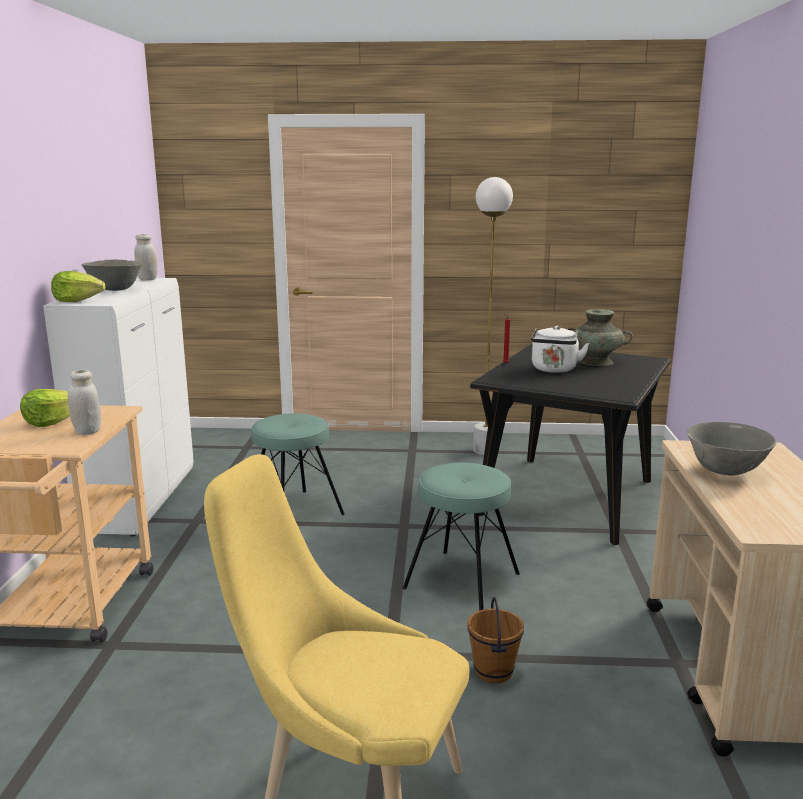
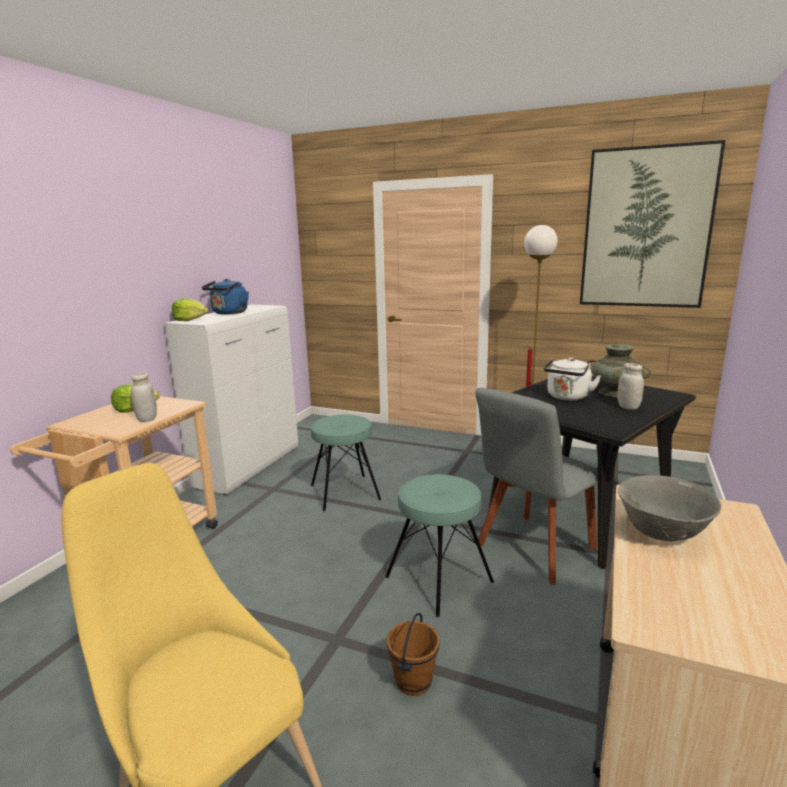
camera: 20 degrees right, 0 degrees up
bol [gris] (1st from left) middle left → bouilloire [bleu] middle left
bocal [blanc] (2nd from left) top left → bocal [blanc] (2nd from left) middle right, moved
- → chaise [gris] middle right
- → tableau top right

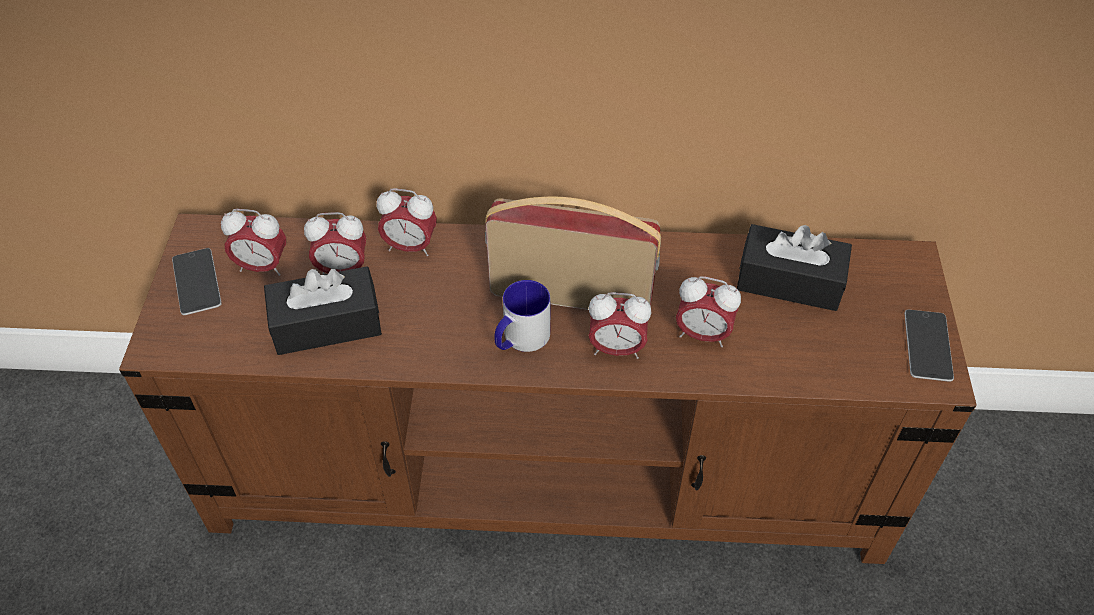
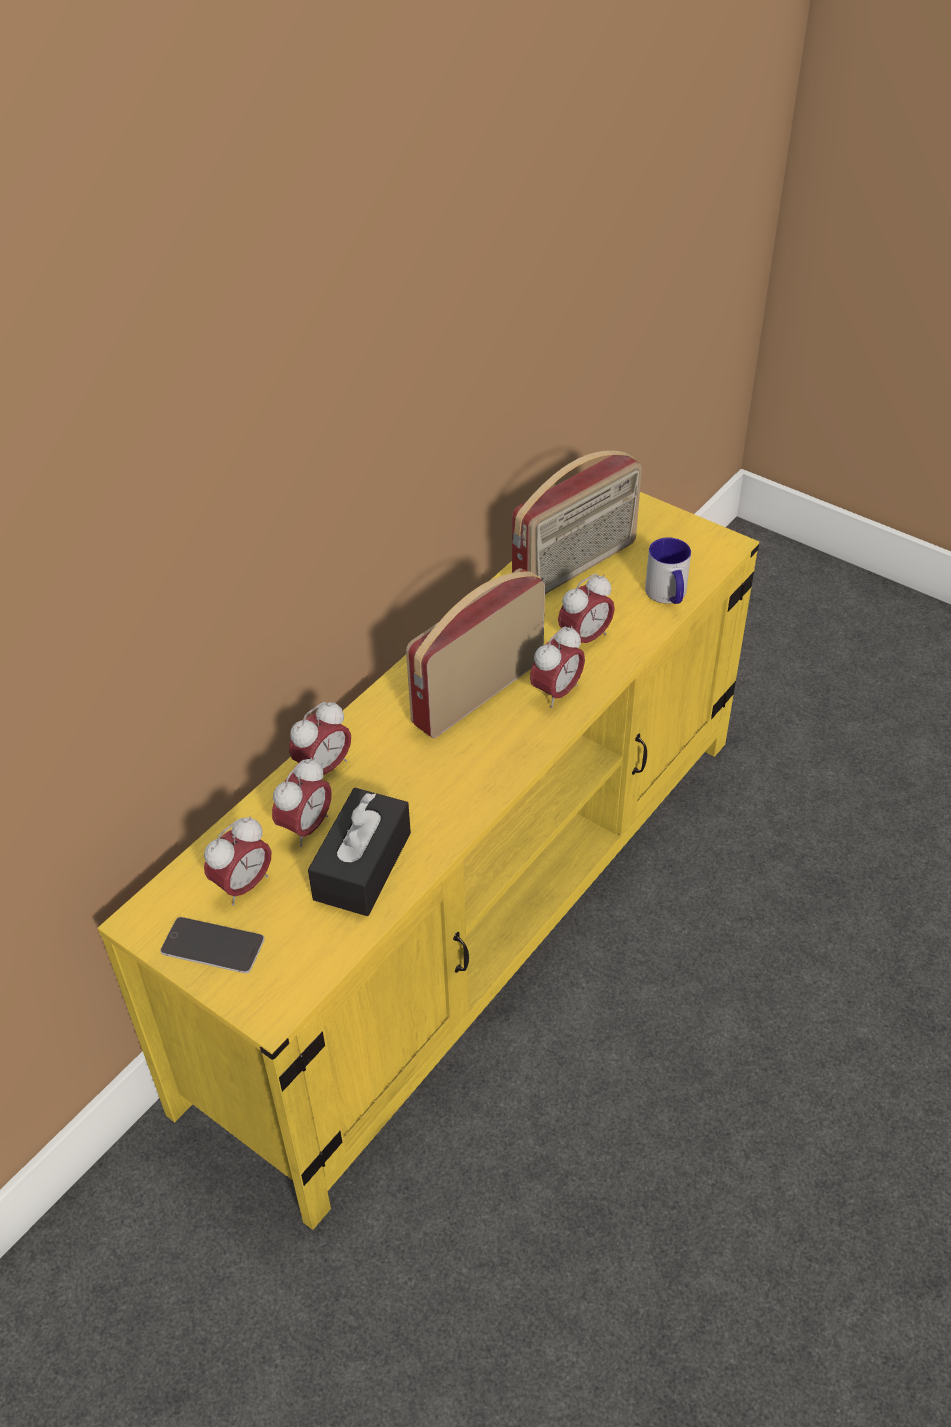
camera: 55 degrees left, 5 degrees down
meuble télé [marron] centre → meuble télé [jaune] centre
mug centre → mug middle right, moved
boîte à mouchoirs [noir] (2nd from left) middle right → radio (2nd from left) centre
téléphone (2nd from left) middle right → -

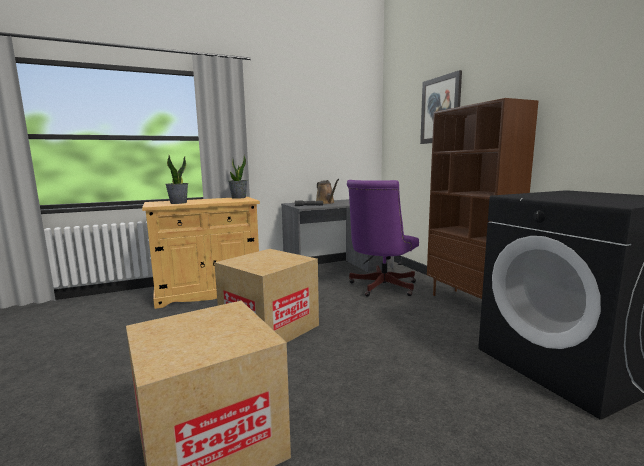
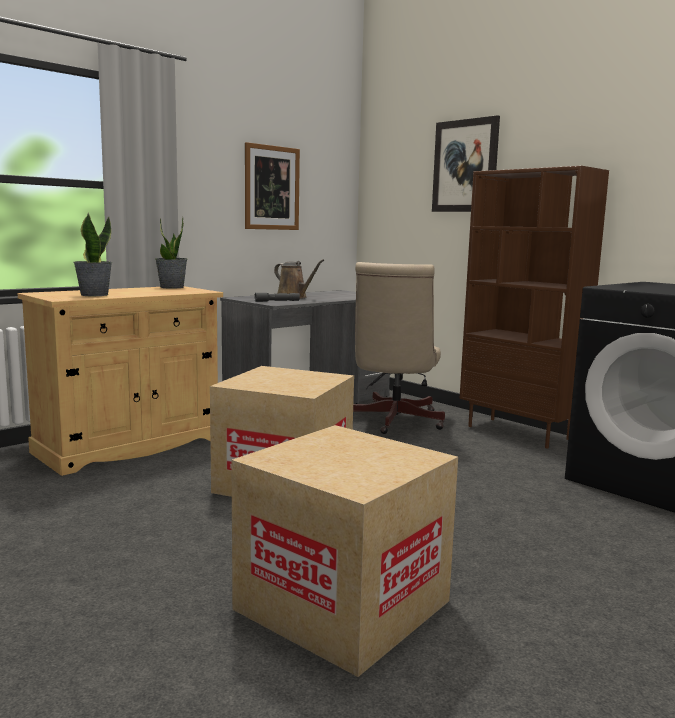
camera: 20 degrees left, 0 degrees up
chaise de bureau [violet] centre → chaise de bureau [beige] centre
- → tableau (1st from left) top centre

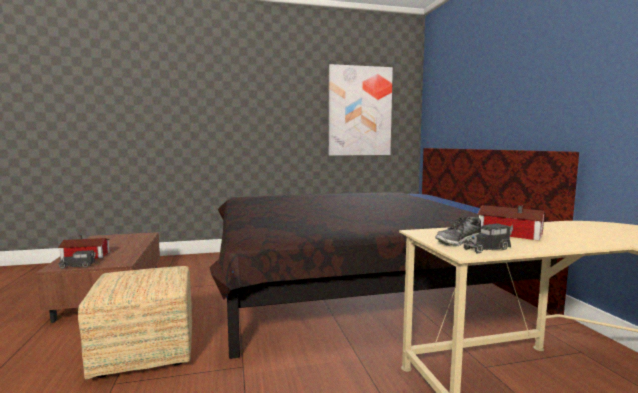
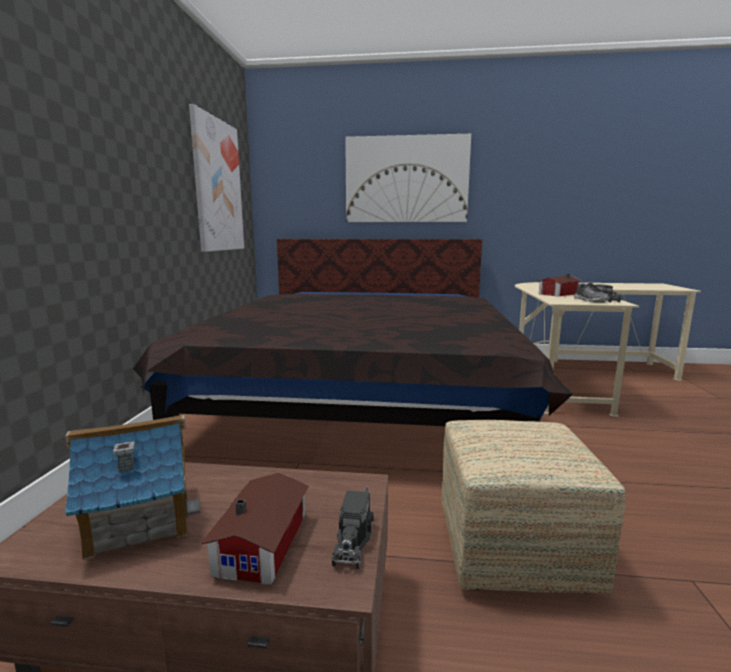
camera: 70 degrees left, 5 degrees up
- → maison miniature (1st from left) bottom left
- → tableau (2nd from left) top centre

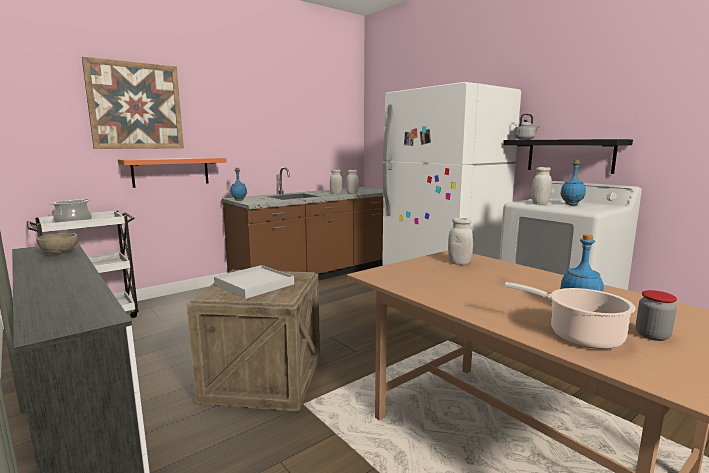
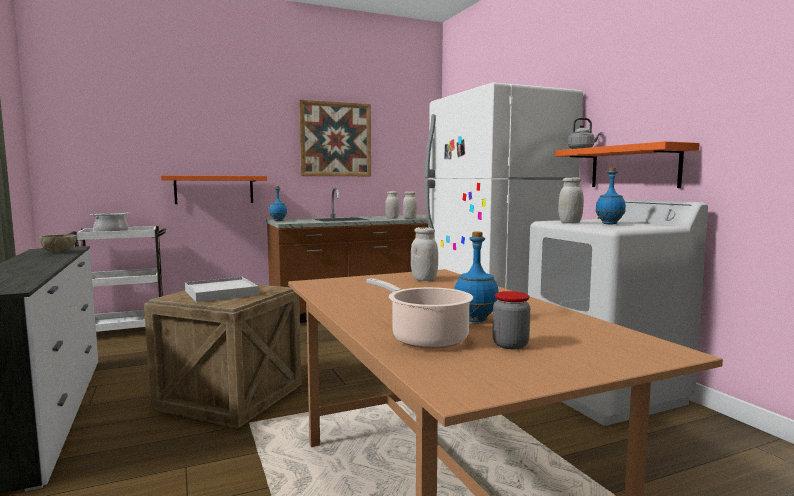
camera: 15 degrees right, 5 degrees down
tableau top left → tableau top centre, moved
étagère [noir] top right → étagère [orange] (2nd from left) top right

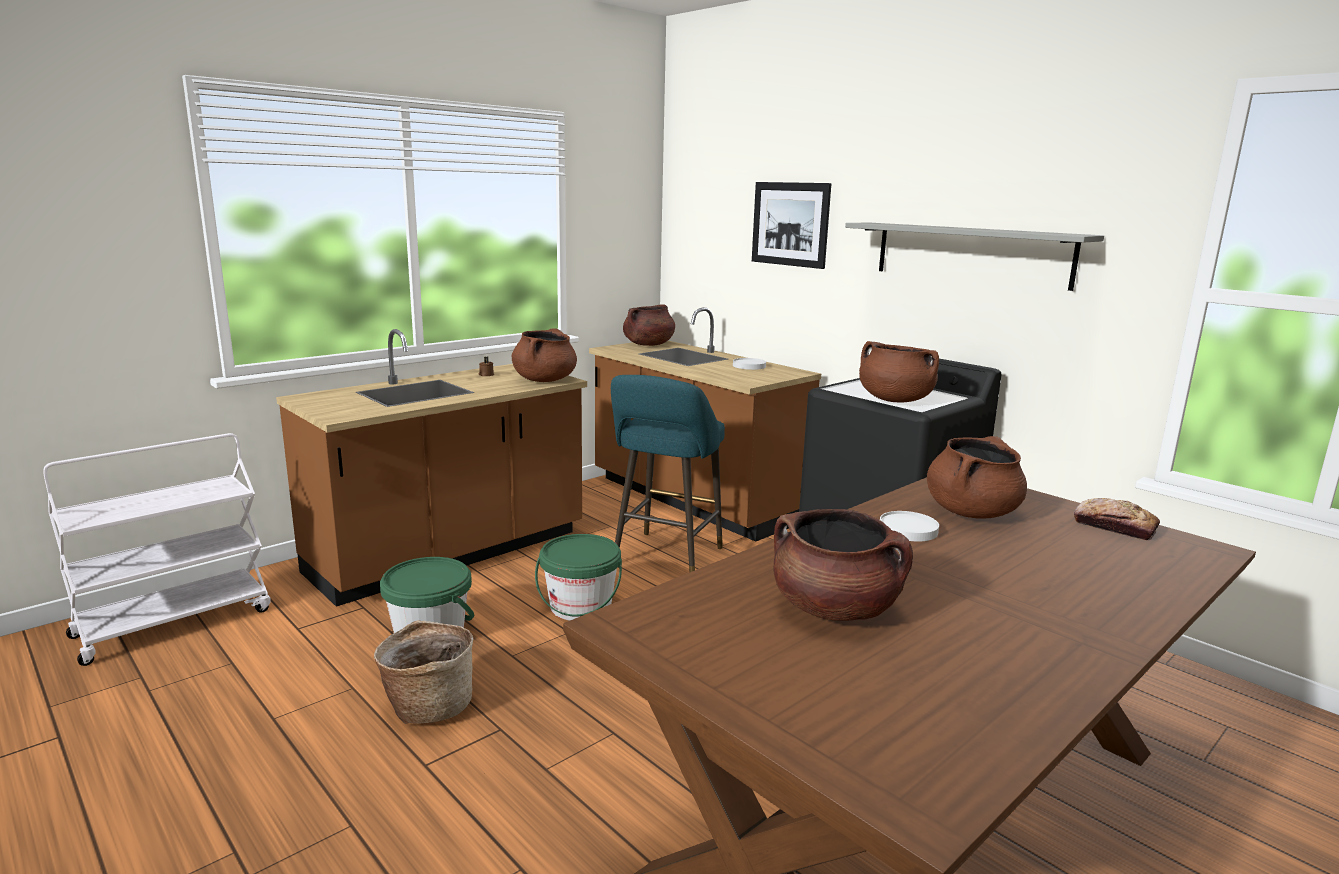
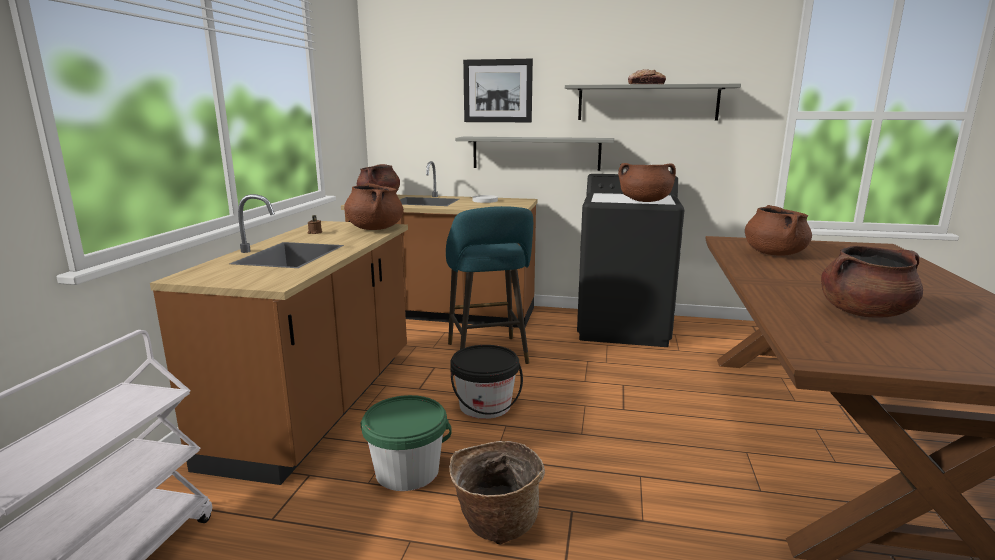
camera: 35 degrees left, 0 degrees up
seau [vert] (2nd from left) centre → seau [noir] bottom centre
assiette [blanc] (2nd from left) middle right → -
pain middle right → pain top centre, moved
- → étagère [gris] (1st from left) top centre

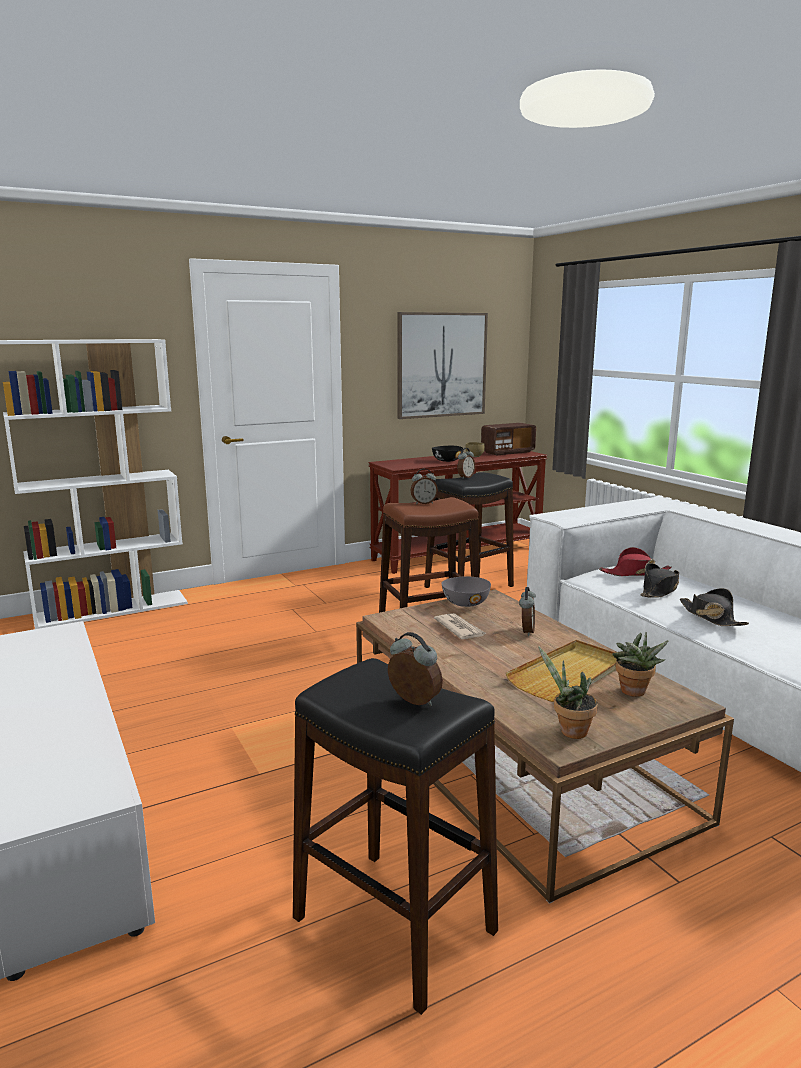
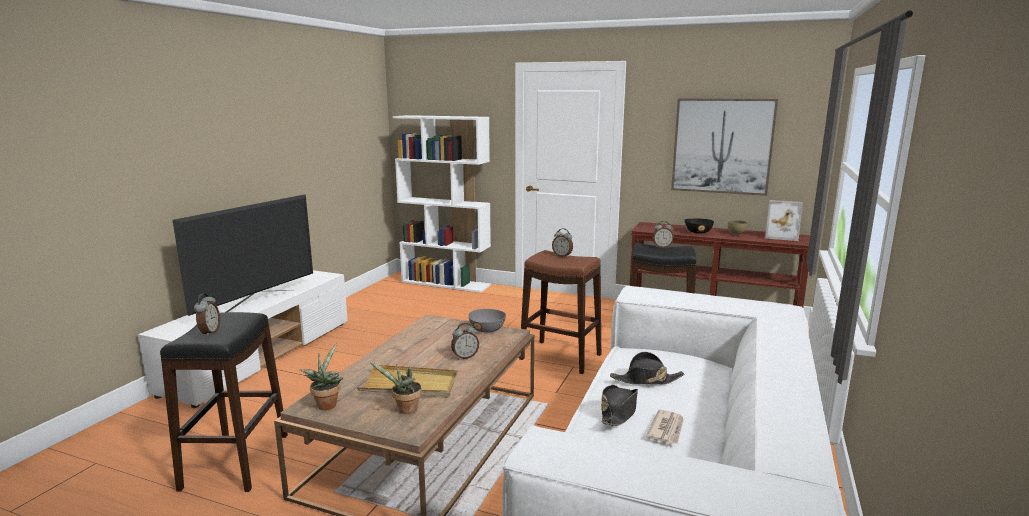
camera: 50 degrees right, 0 degrees up
journal centre → journal bottom centre, moved
radio centre → cadre photo middle right
chapeau [rouge] middle right → -
- → téléviseur middle left

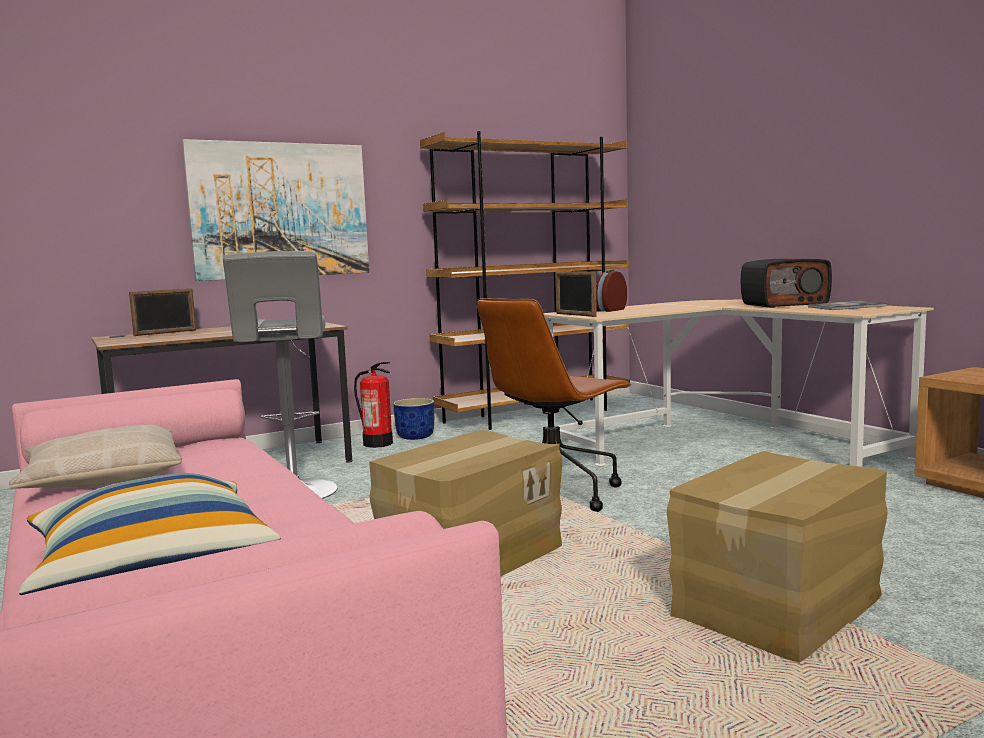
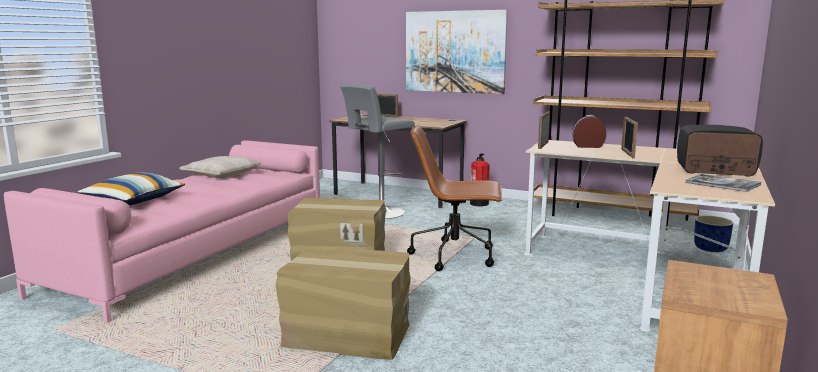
camera: 55 degrees right, 5 degrees up
cache-pot [bleu] centre → cache-pot [bleu] middle right, moved
radio middle right, 150 degrees clockwise
- → cadre photo (3rd from left) middle right

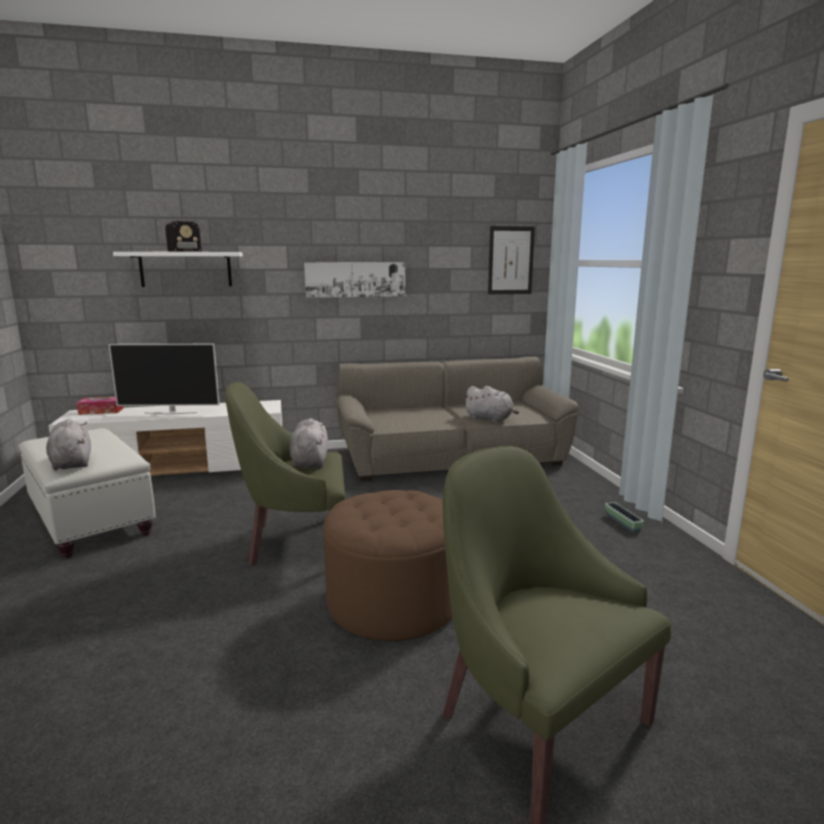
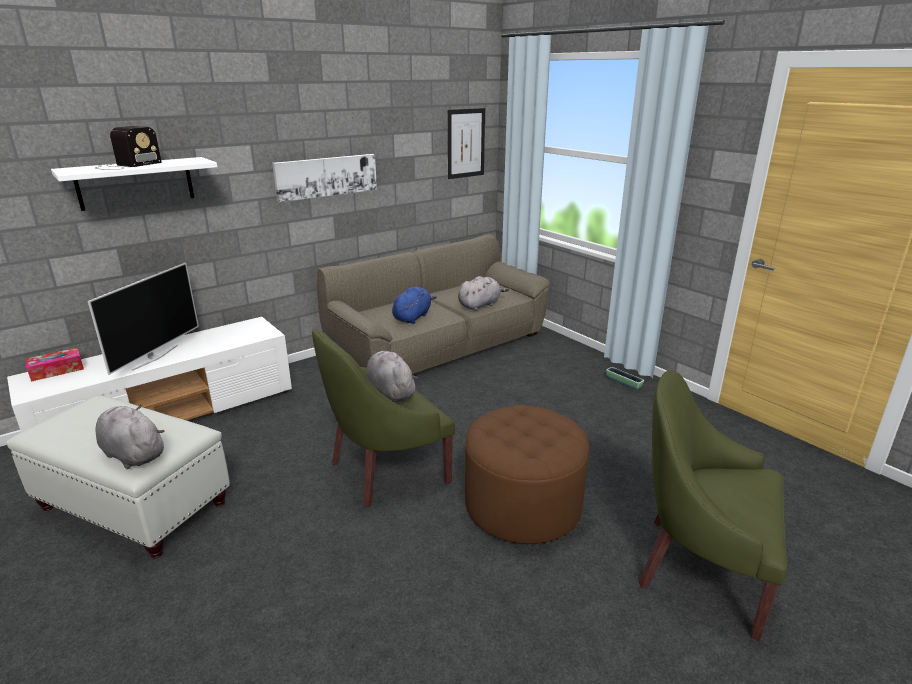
camera: 25 degrees left, 10 degrees up
téléviseur middle left, 45 degrees counterclockwise
peluche [gris] (3rd from left) centre, 45 degrees counterclockwise
- → peluche [bleu] centre

